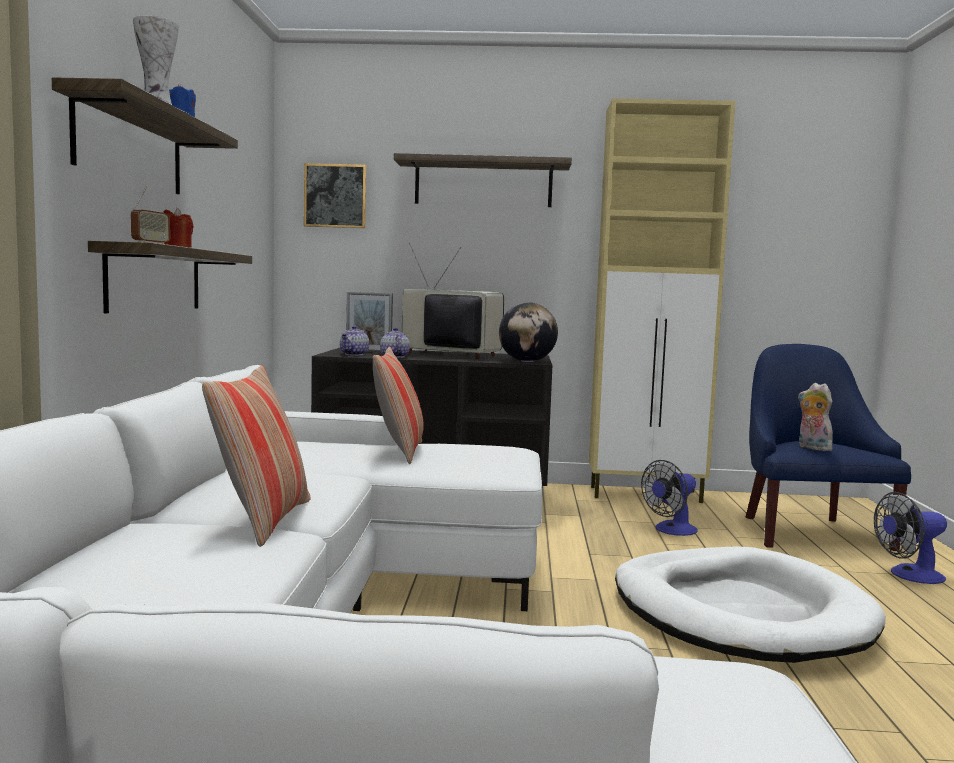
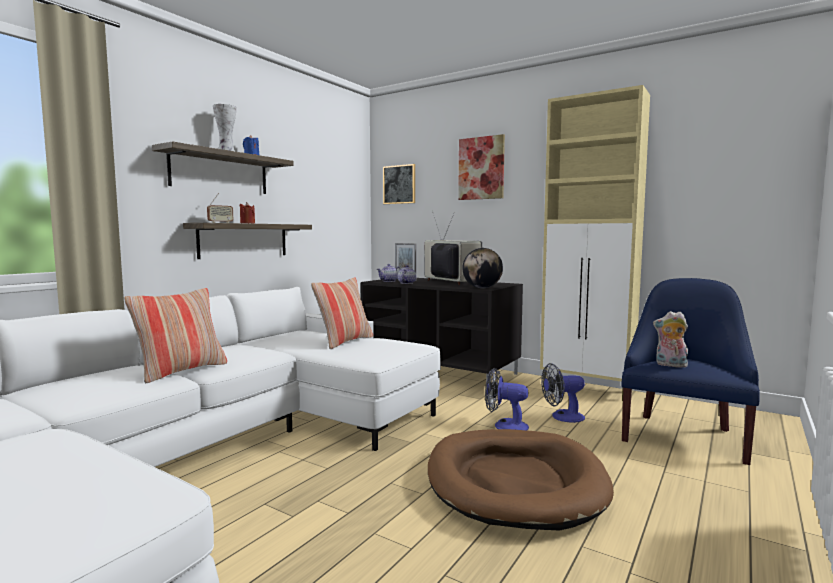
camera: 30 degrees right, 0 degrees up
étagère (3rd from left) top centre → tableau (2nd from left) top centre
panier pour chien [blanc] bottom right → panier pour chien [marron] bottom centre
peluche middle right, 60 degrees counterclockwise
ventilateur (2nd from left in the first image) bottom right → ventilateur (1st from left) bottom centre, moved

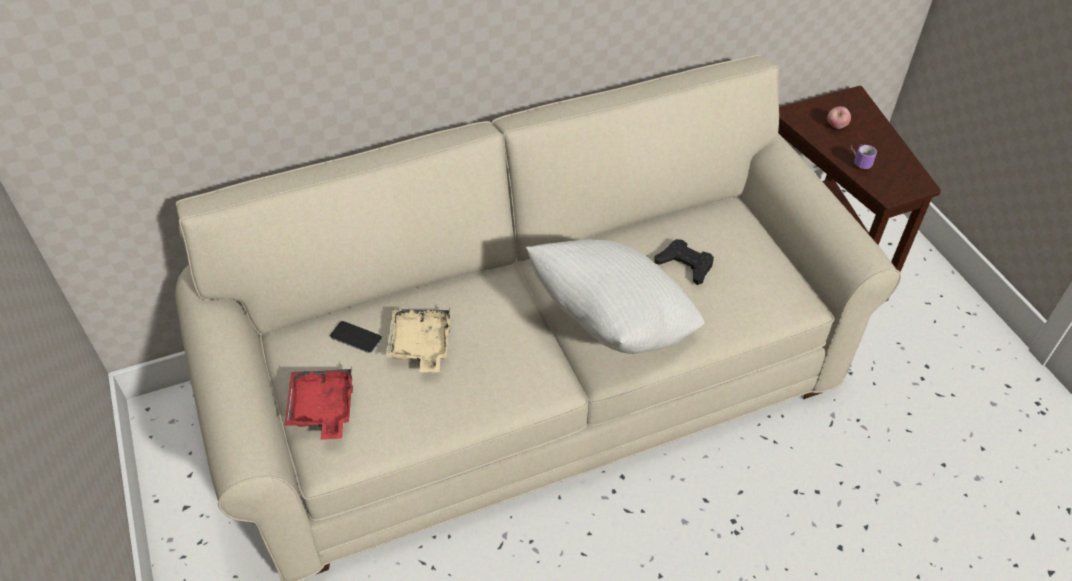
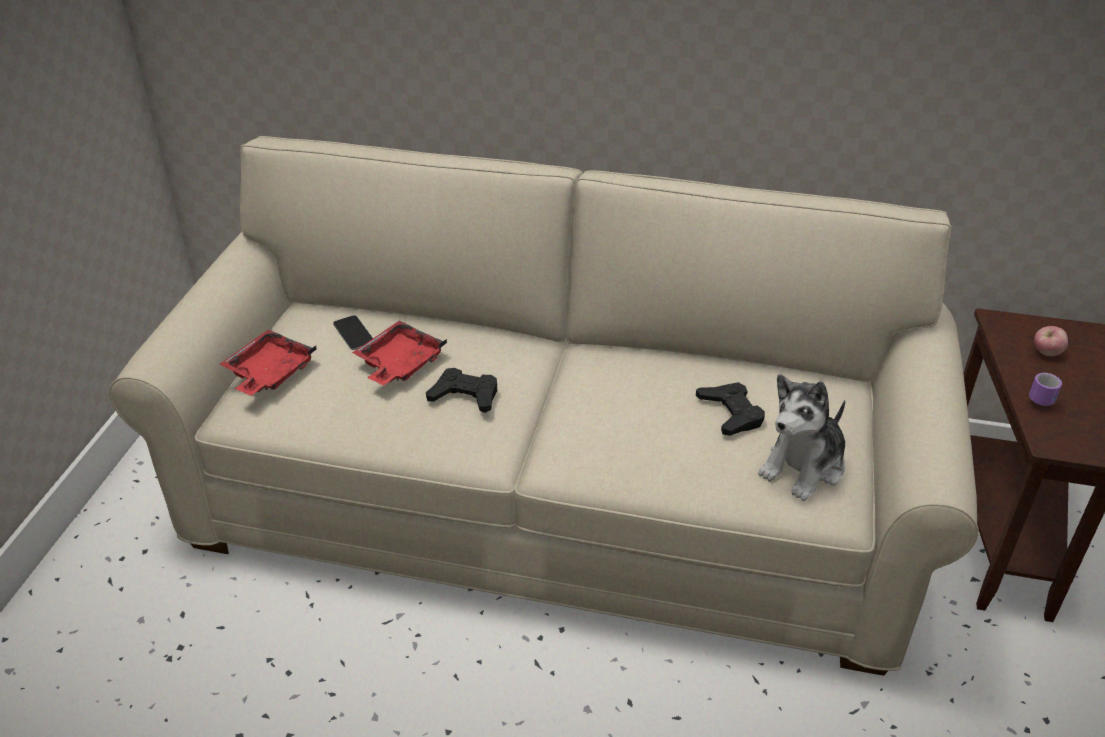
camera: 35 degrees right, 10 degrees down
plateau [beige] centre → plateau [rouge] (2nd from left) centre
coussin [blanc] centre → -
- → manette [noir] (1st from left) centre
- → peluche middle right

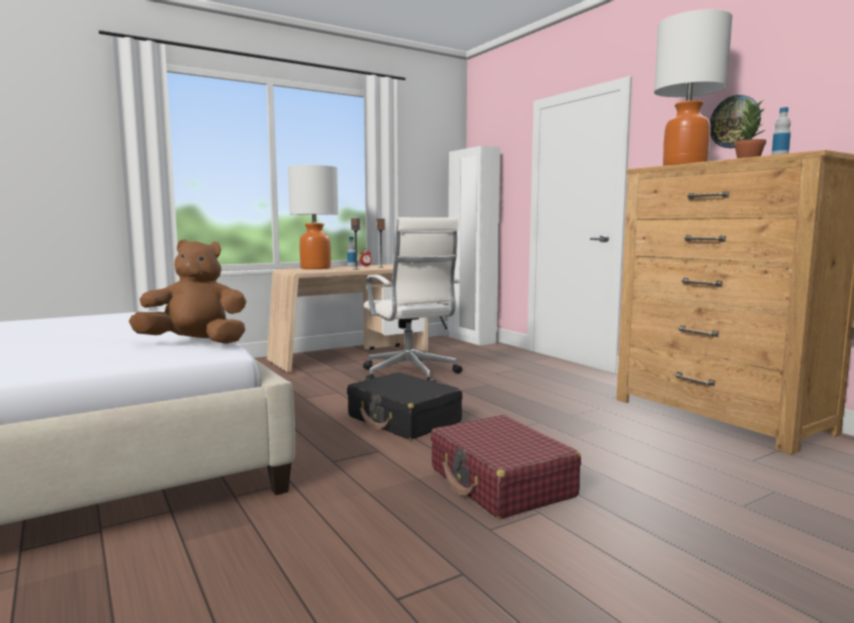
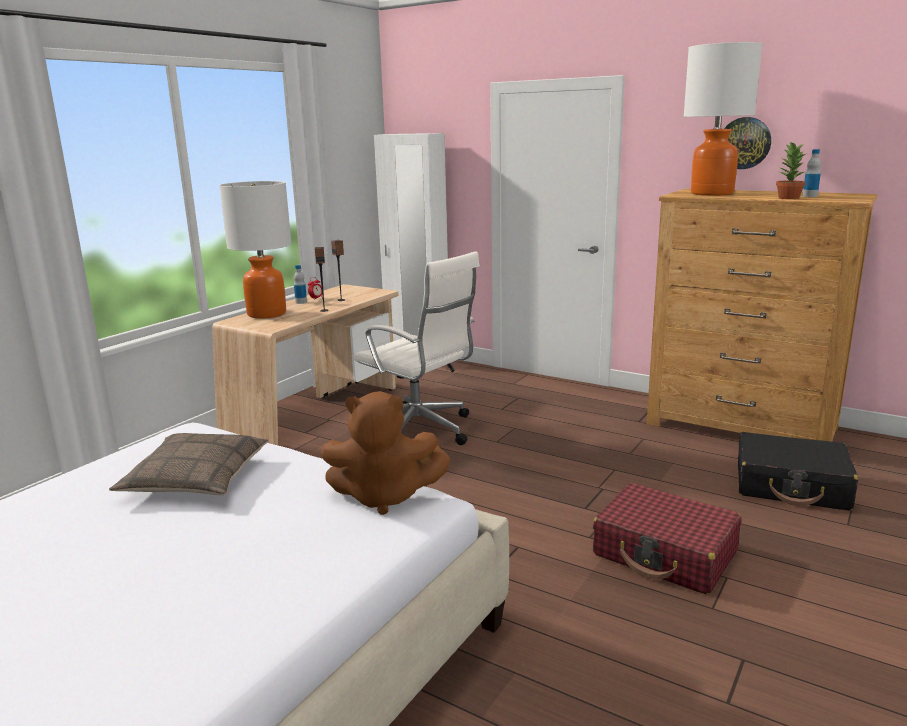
camera: 25 degrees left, 10 degrees up
peluche [marron] middle left → peluche [marron] centre, 150 degrees counterclockwise
valise [noir] centre → valise [noir] middle right, moved
- → coussin middle left

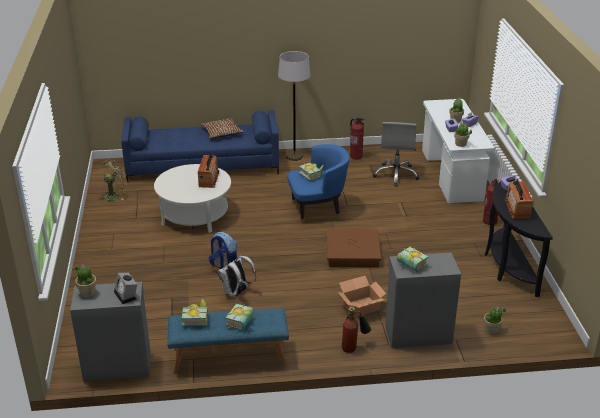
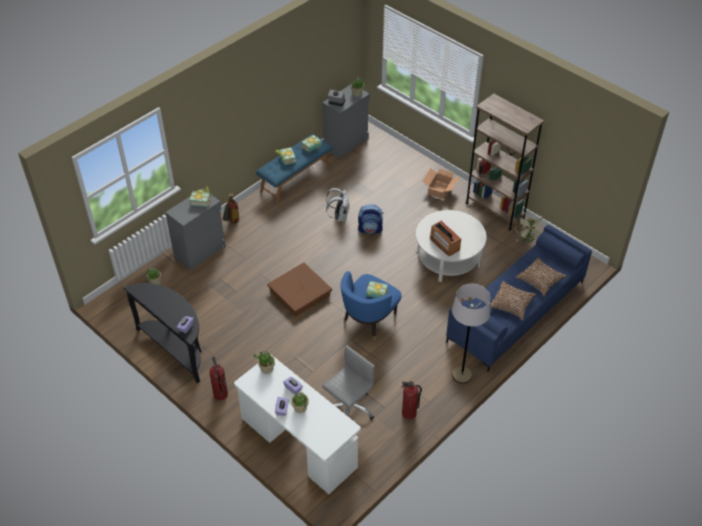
camera: 140 degrees right, 15 degrees up
carton bottom centre → carton centre, moved
chaise de bureau [gris] centre → chaise de bureau [gris] bottom centre, 75 degrees clockwise
radio (2nd from left) middle right → -
- → bibliothèque [marron] top right
- → coussin [marron] (2nd from left) middle right

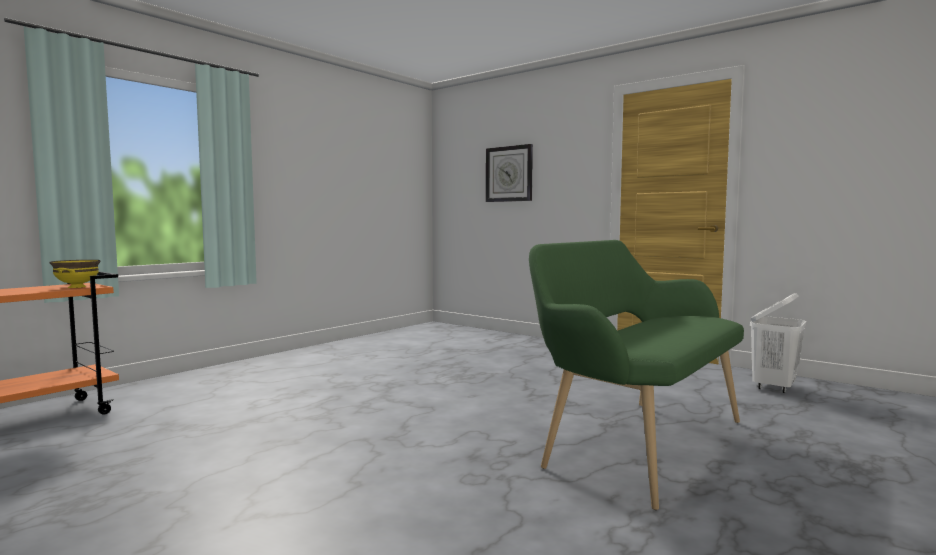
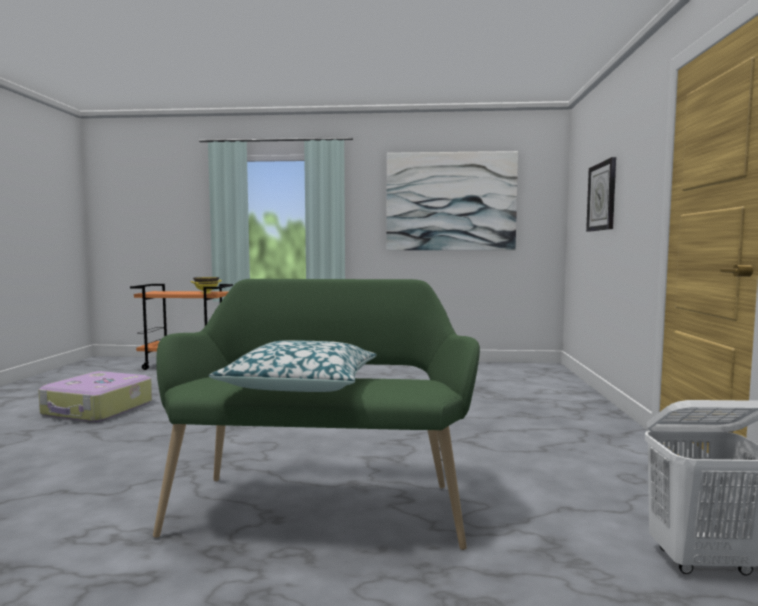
camera: 55 degrees right, 0 degrees up
- → valise middle left
- → coussin centre
- → tableau top centre

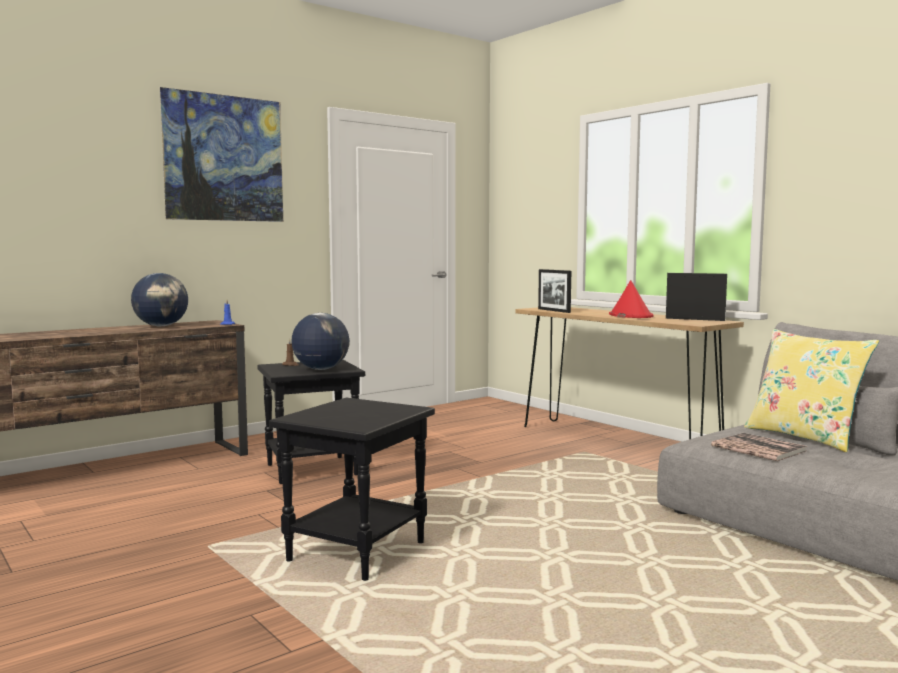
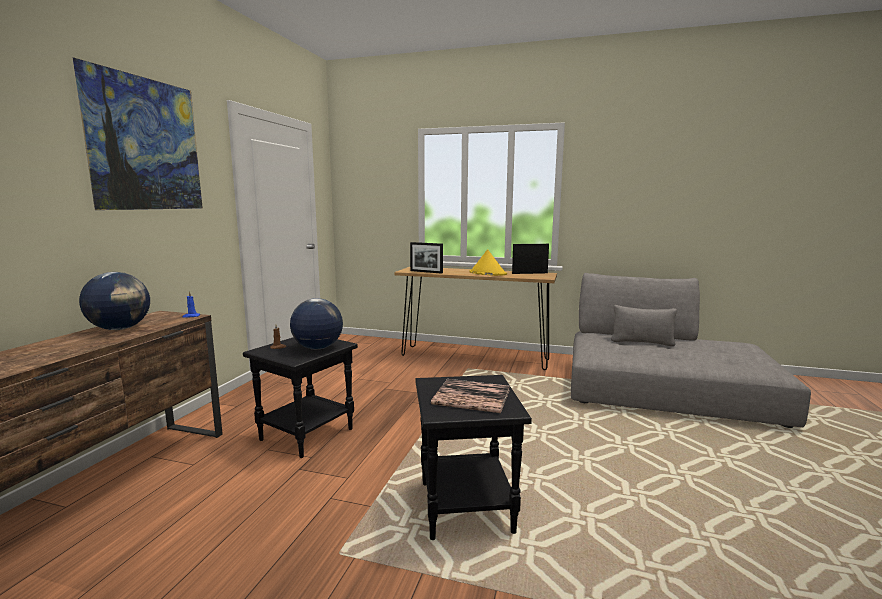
camera: 35 degrees left, 5 degrees up
chapeau [rouge] middle right → chapeau [jaune] centre
livre middle right → livre centre, moved
coussin [jaune] middle right → -

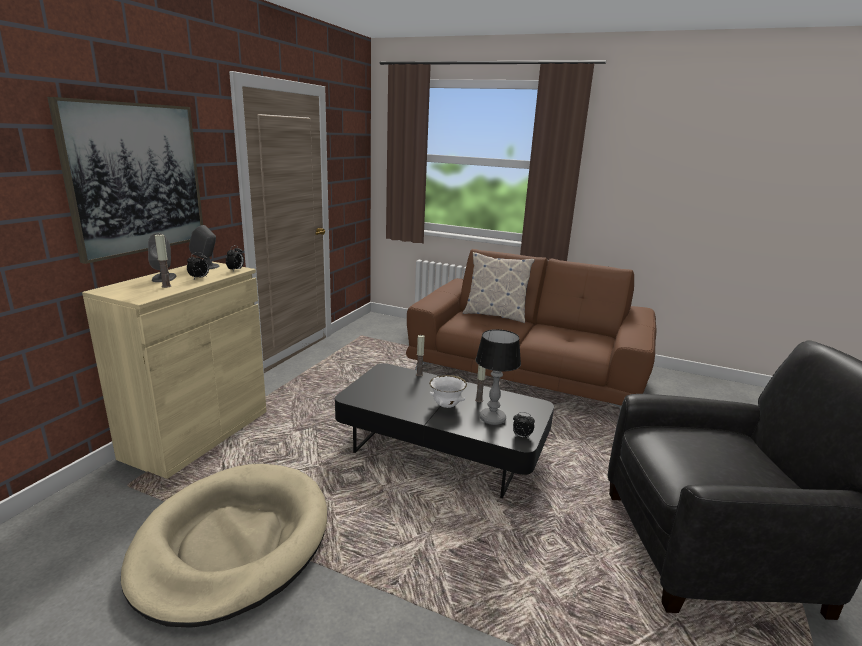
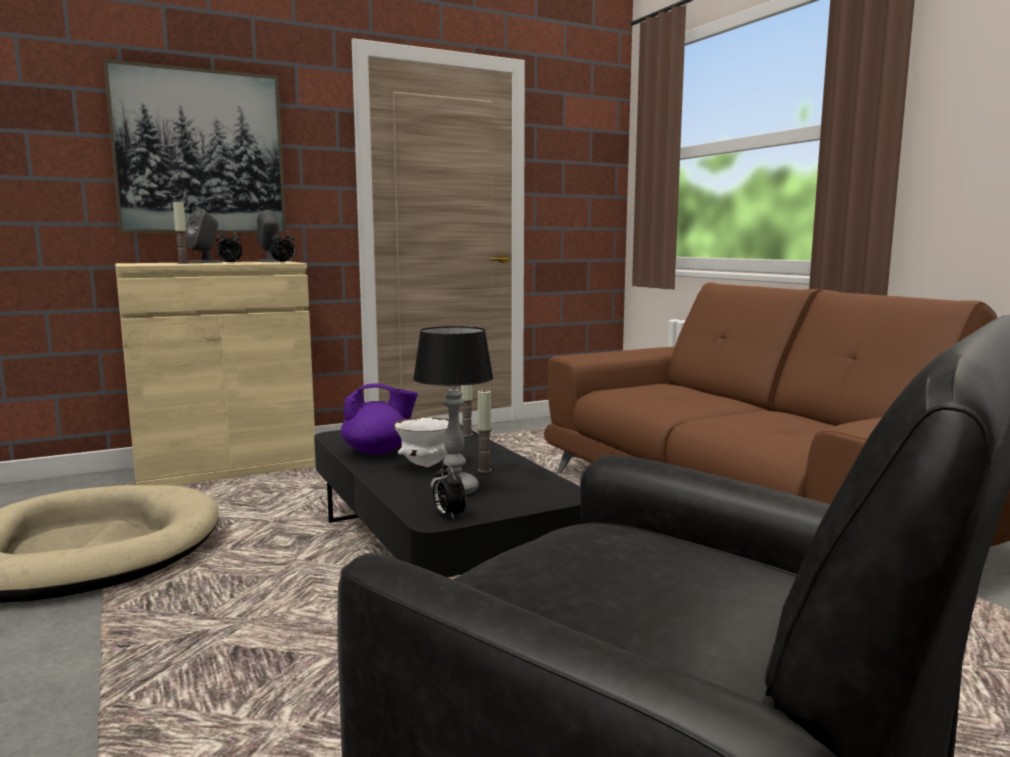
camera: 40 degrees right, 10 degrees down
coussin centre → -
- → théière [violet] centre

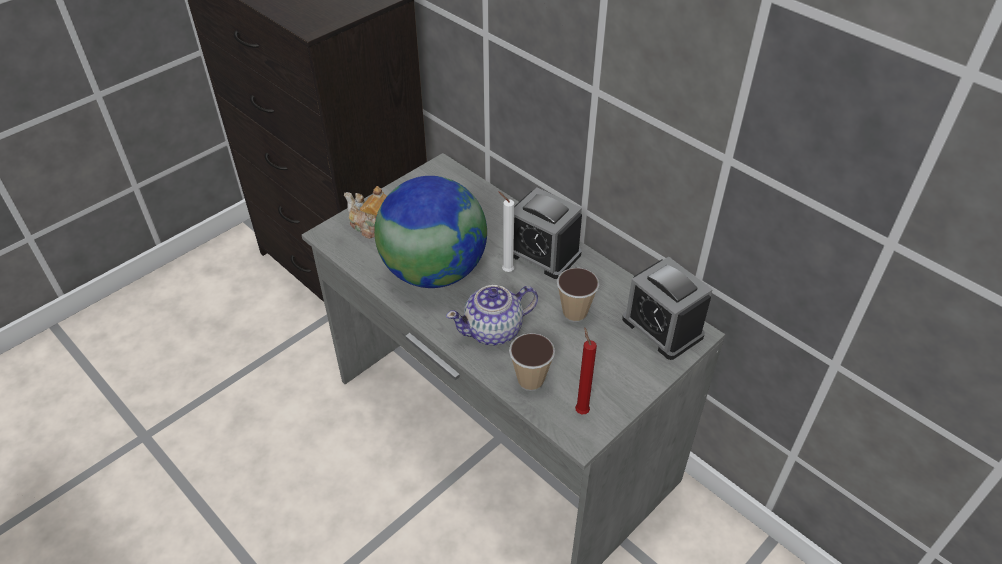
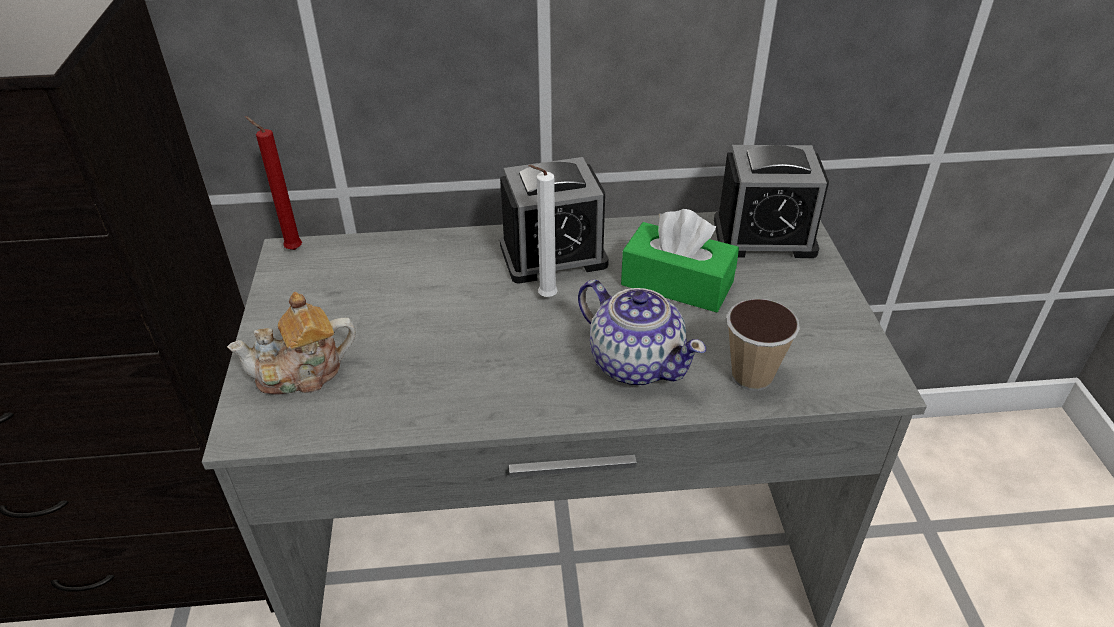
camera: 50 degrees left, 5 degrees down
globe centre → -
théière (2nd from left) centre, 60 degrees counterclockwise
tasse (2nd from left) centre → boîte à mouchoirs [vert] centre
bougie [rouge] centre → bougie [rouge] top left, moved

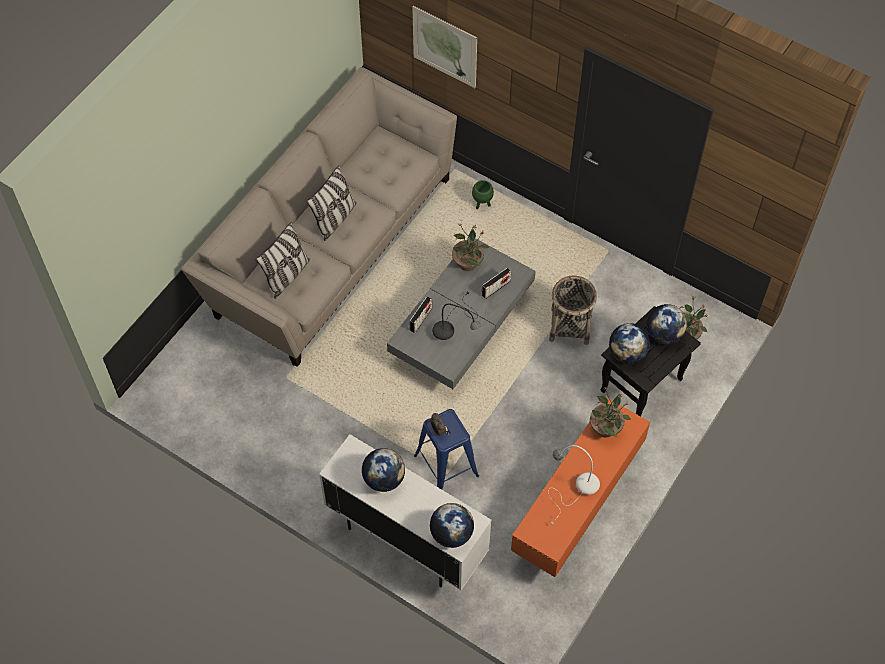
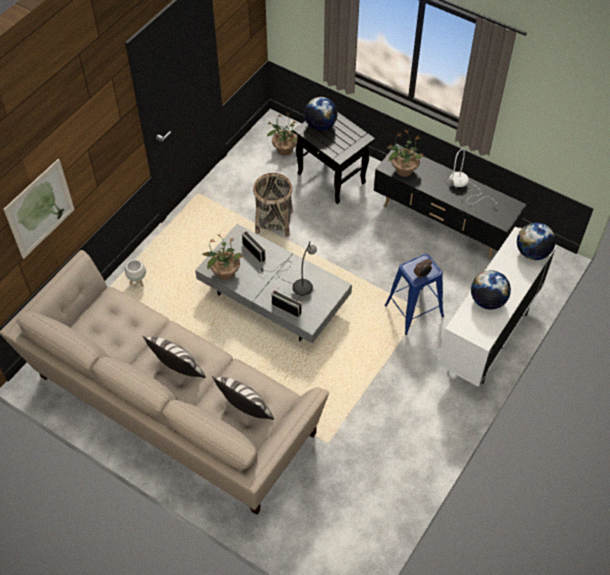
camera: 90 degrees left, 5 degrees down
cache-pot [vert] top centre → cache-pot [blanc] middle left
meuble télé [orange] bottom centre → meuble télé [noir] middle right
globe (3rd from left) middle right → -

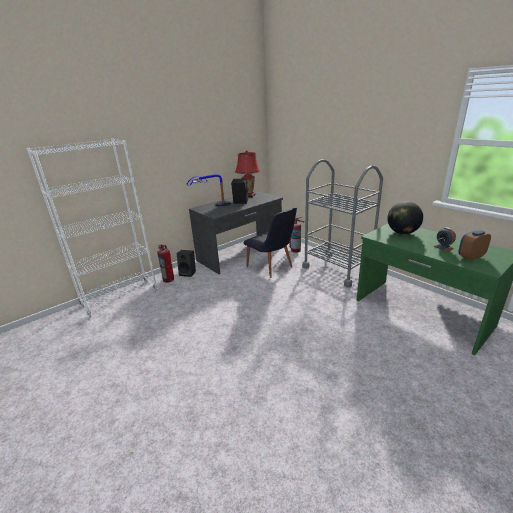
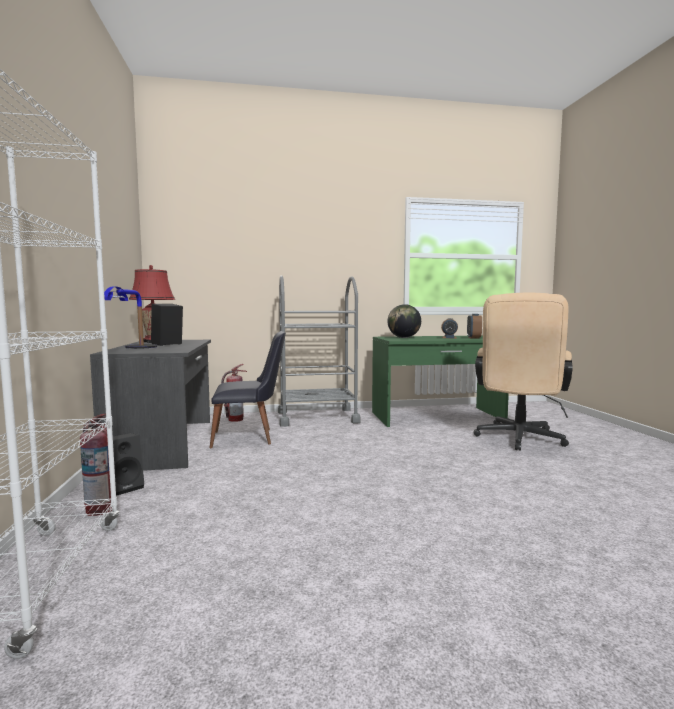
camera: 60 degrees left, 20 degrees down
- → chaise de bureau [beige] middle right

